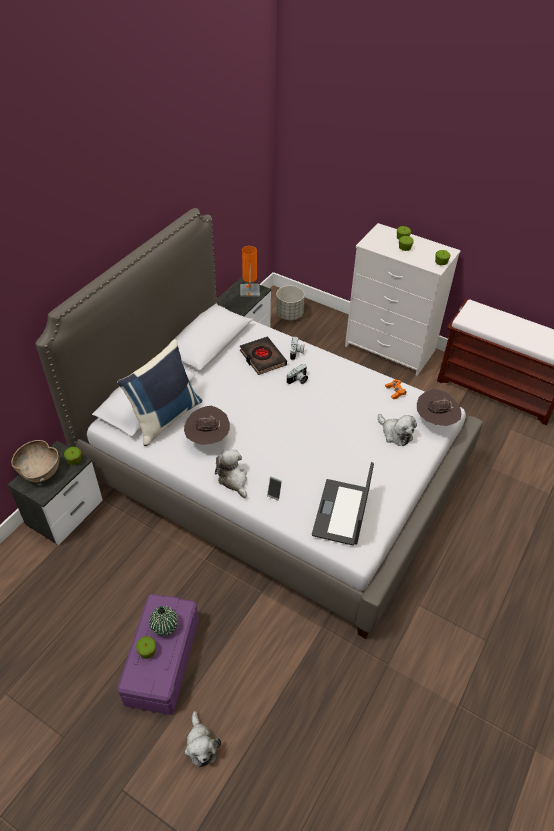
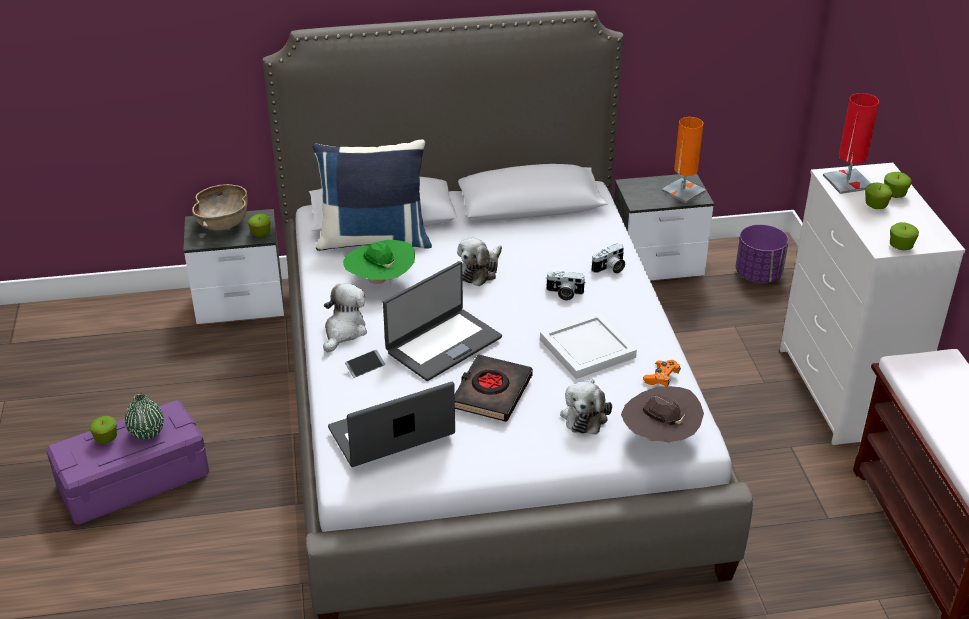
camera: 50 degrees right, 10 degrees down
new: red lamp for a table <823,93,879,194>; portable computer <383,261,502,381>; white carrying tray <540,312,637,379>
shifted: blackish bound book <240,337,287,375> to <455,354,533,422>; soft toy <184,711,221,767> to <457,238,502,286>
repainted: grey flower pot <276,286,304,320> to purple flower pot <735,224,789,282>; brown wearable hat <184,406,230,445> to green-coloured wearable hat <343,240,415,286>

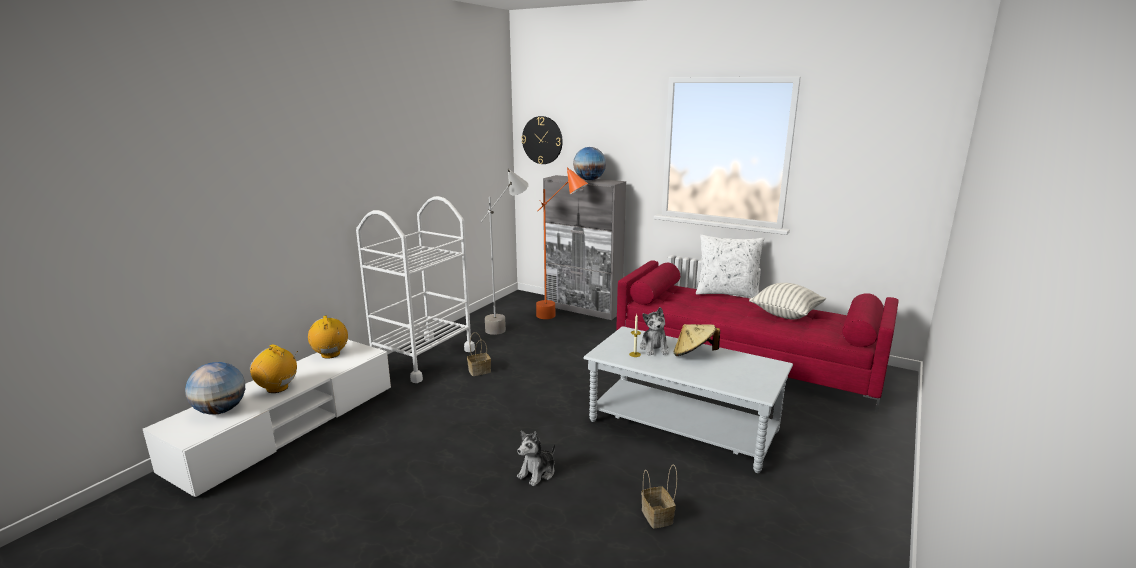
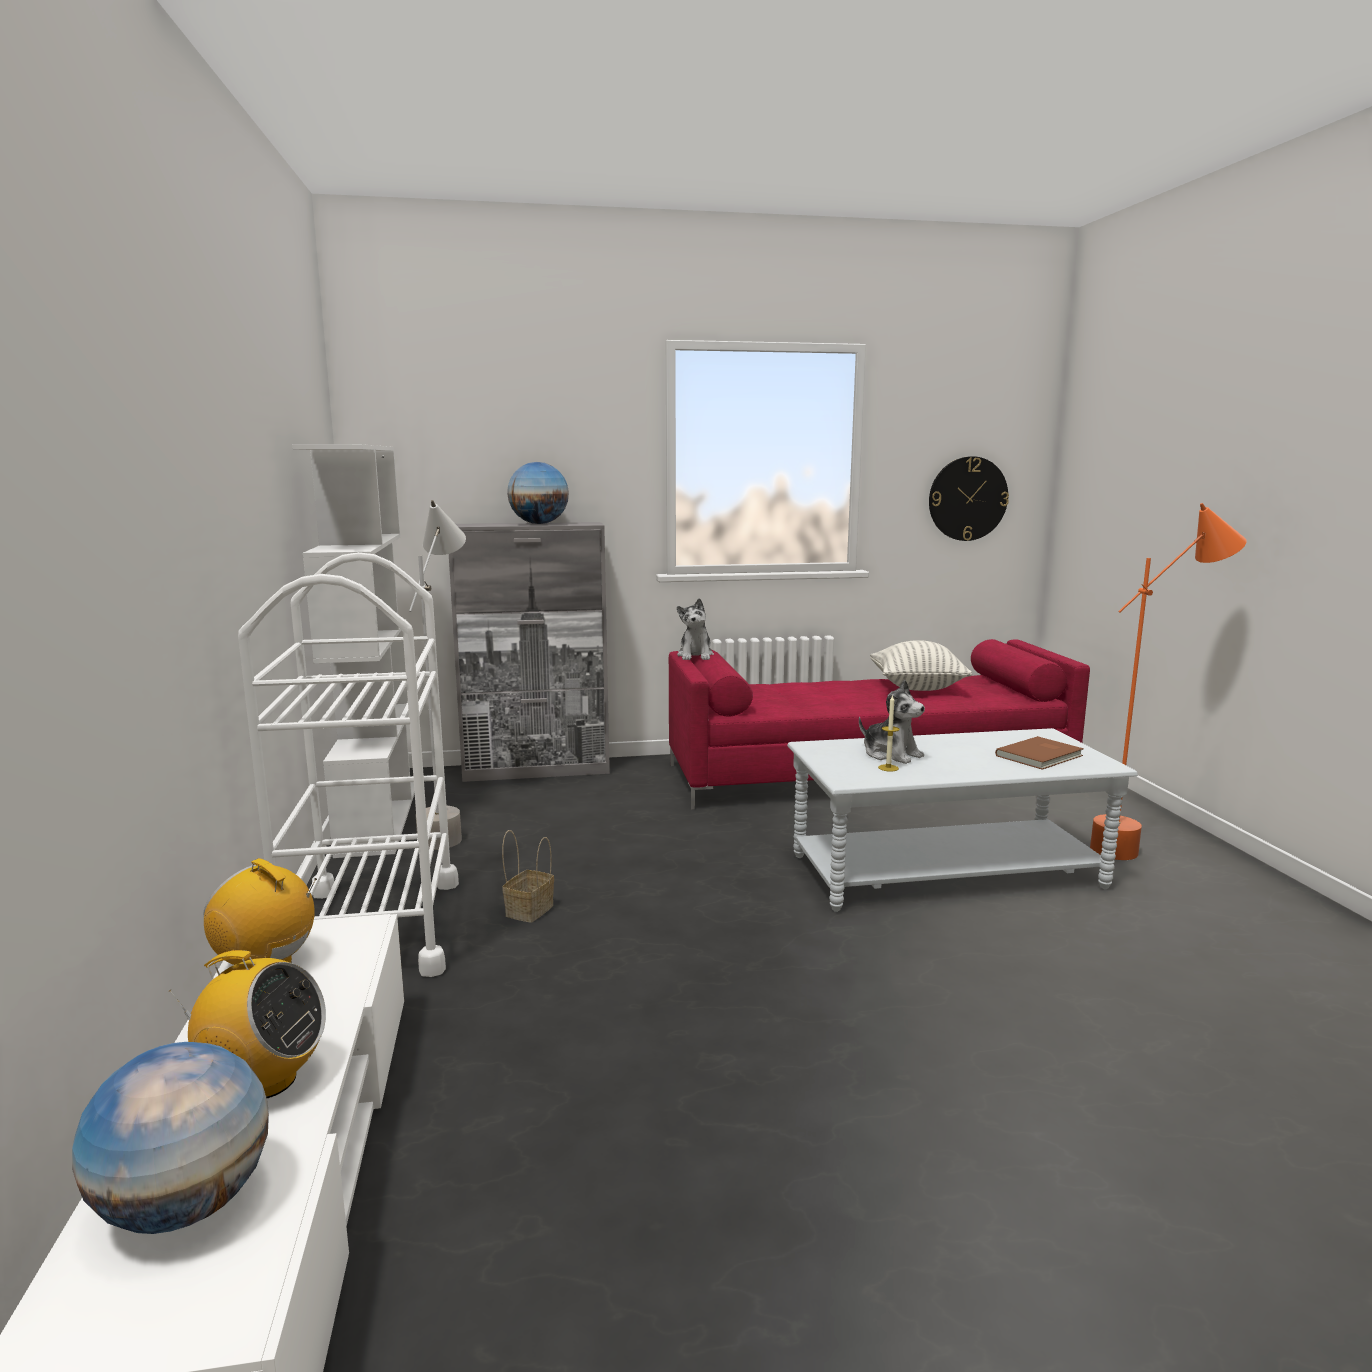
camera: 40 degrees left, 5 degrees down
gone: white throw pillow <696,235,764,298>; beige-coloured wearable hat <674,324,720,356>; household basket <641,464,677,529>
new: white shelving unit <292,444,415,858>; brown bound book <995,736,1084,770>
shifted: hanging clock <521,116,563,164> to <929,456,1009,541>; orange-coloured standing lamp <536,167,588,319> to <1090,503,1247,860>; soft toy <517,431,555,486> to <677,598,714,660>
rotated: radio <250,344,298,393> = <168,950,326,1098> 150 degrees counterclockwise

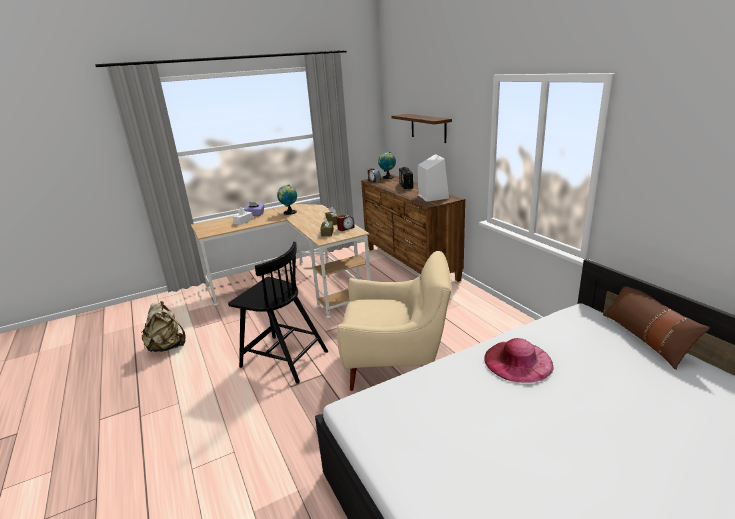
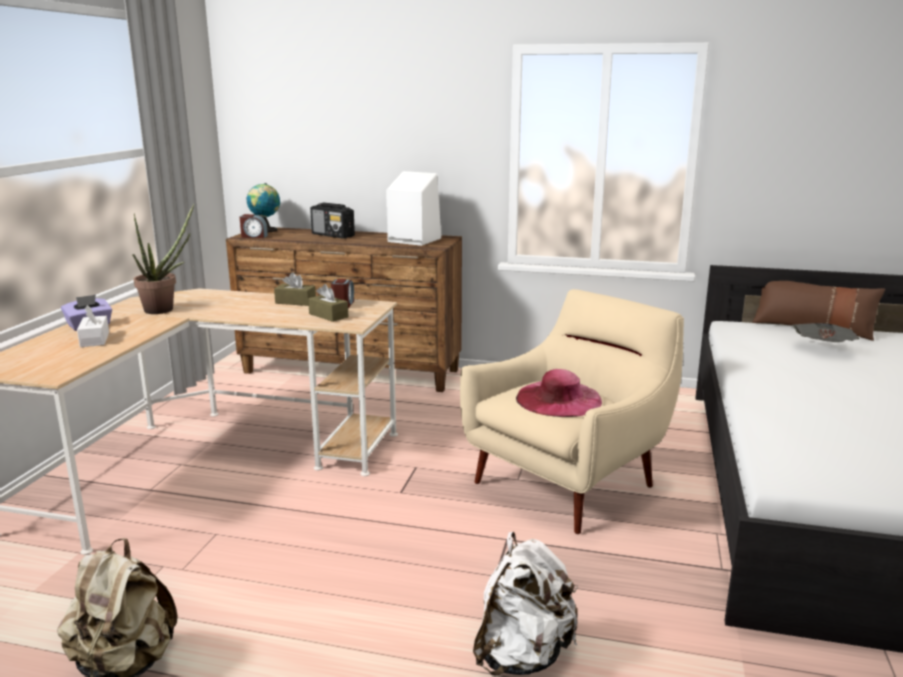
camera: 50 degrees left, 5 degrees down
gone: wall shelf <392,114,452,143>; blackish upright chair <228,242,328,384>
new: printed paper <792,323,859,342>; white backpack <473,532,578,676>
shifted: pink-coloured wearable hat <484,338,554,383> to <516,369,602,417>
swapped: desk globe <277,184,297,215> to houseplant <132,204,194,314>

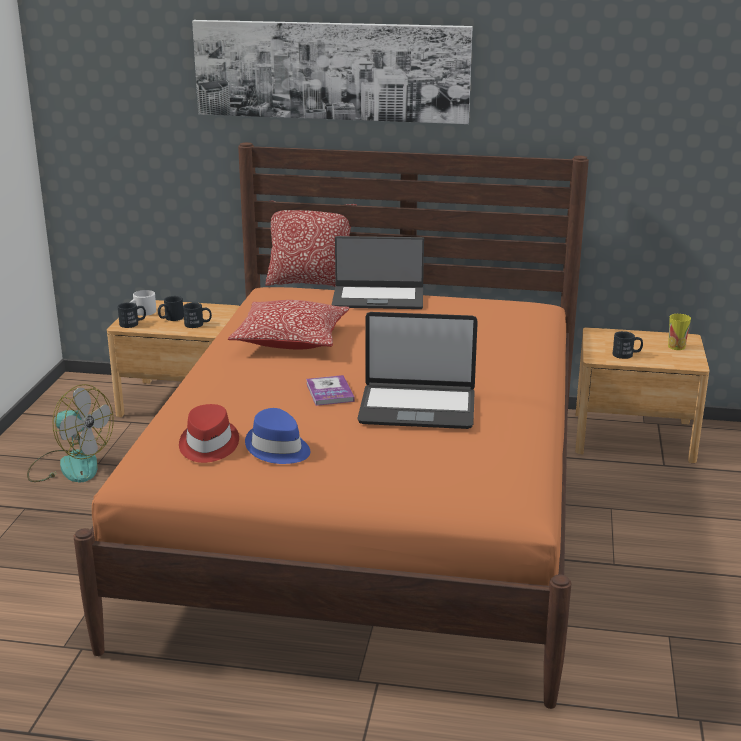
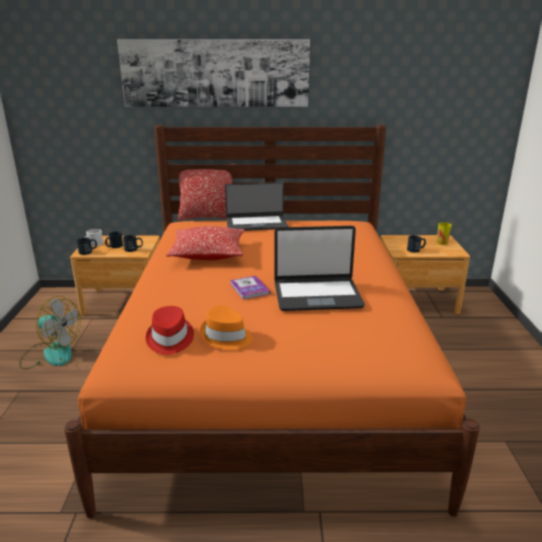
camera: 10 degrees left, 0 degrees up
repainted: blue-coloured wearable hat <245,408,310,464> to orange-coloured wearable hat <200,305,253,350>

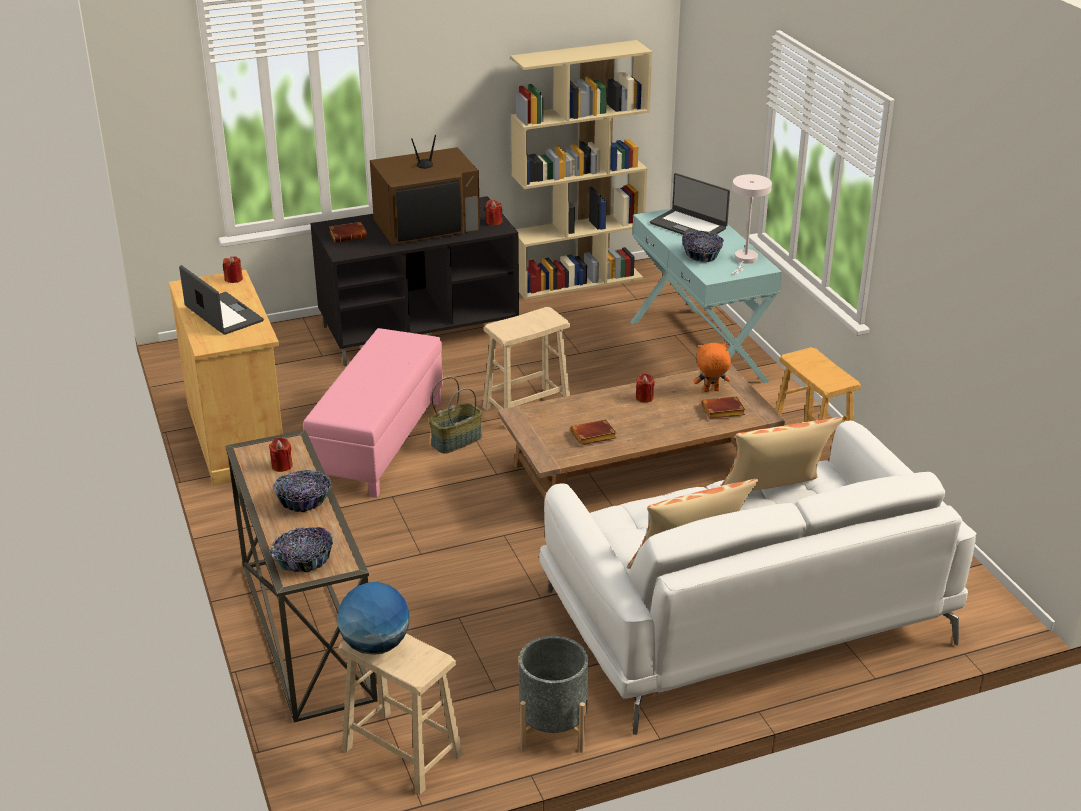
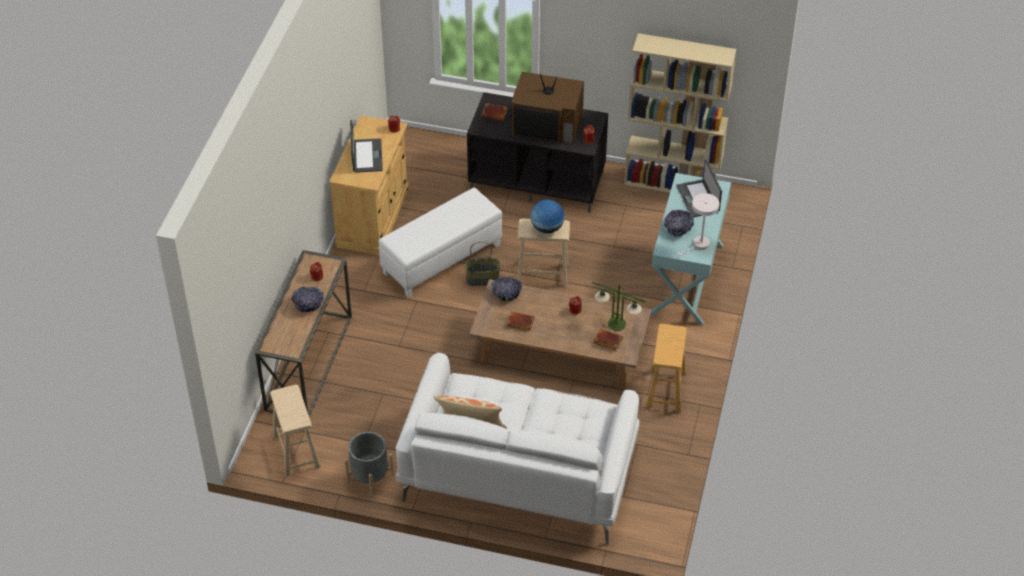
camera: 35 degrees right, 15 degrees up
gone: throw pillow <721,417,842,491>
shifted: deep dish <269,527,333,573> to <490,277,522,301>; desk globe <337,582,409,655> to <531,200,565,233>
swapped: orange-coloured soft toy <694,343,731,392> to lamp for a table <592,281,645,331>
repainted: pink-coloured pouffe <303,328,443,498> to white pouffe <378,187,502,298>

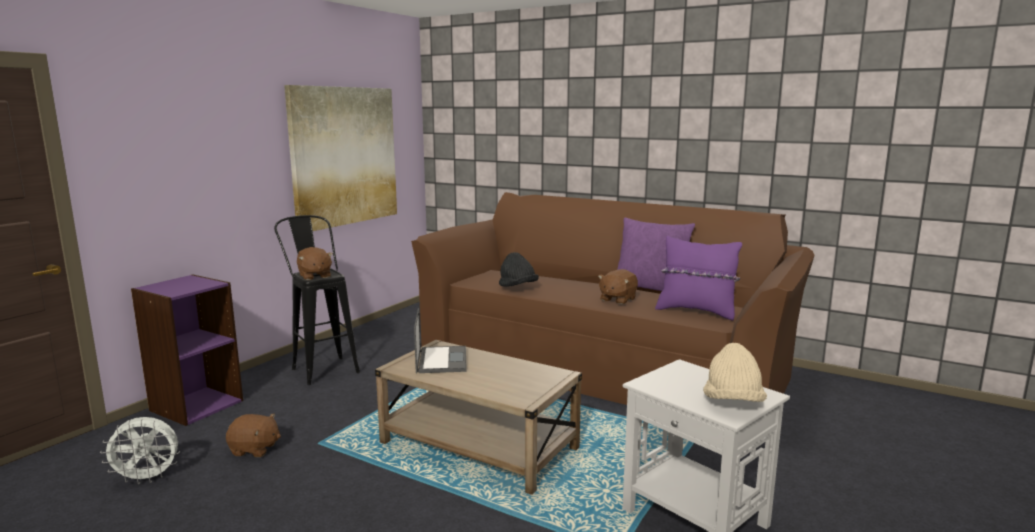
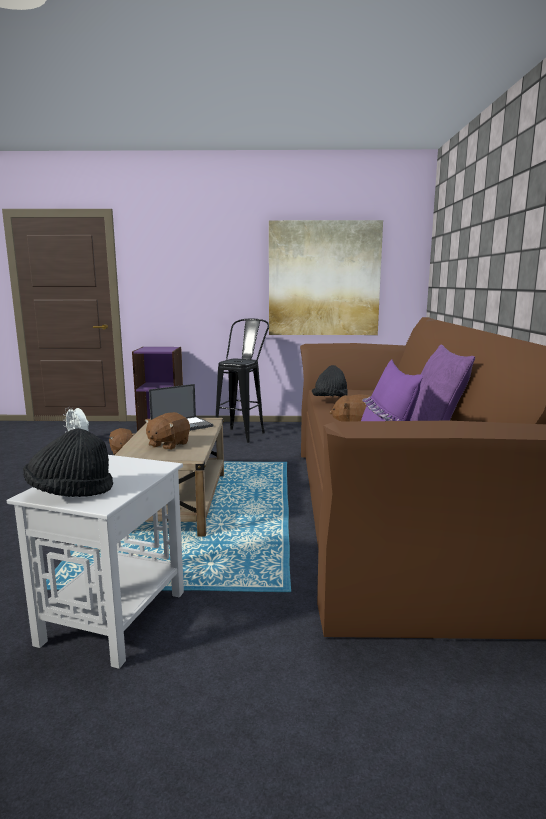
camera: 60 degrees right, 0 degrees up
shifted: brown soft toy <297,247,333,280> to <145,412,190,450>
repainted: beige-coloured wearable hat <703,343,767,402> to blackish wearable hat <23,429,113,497>

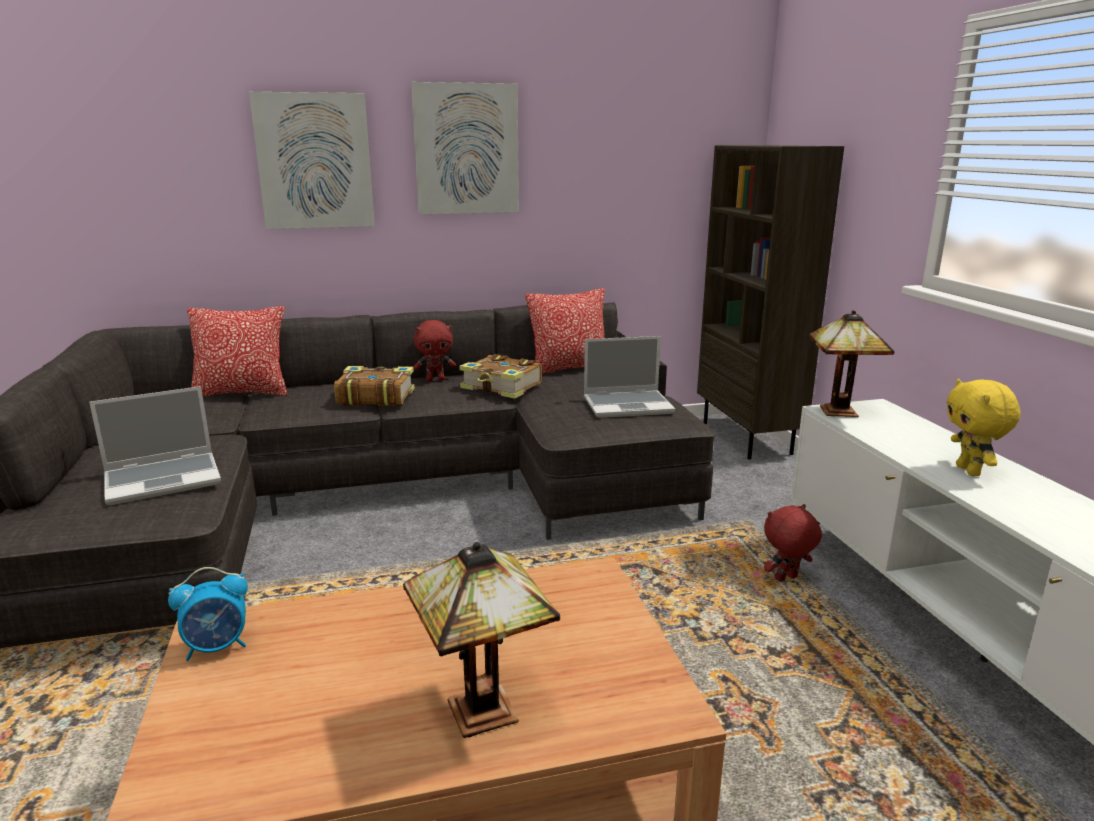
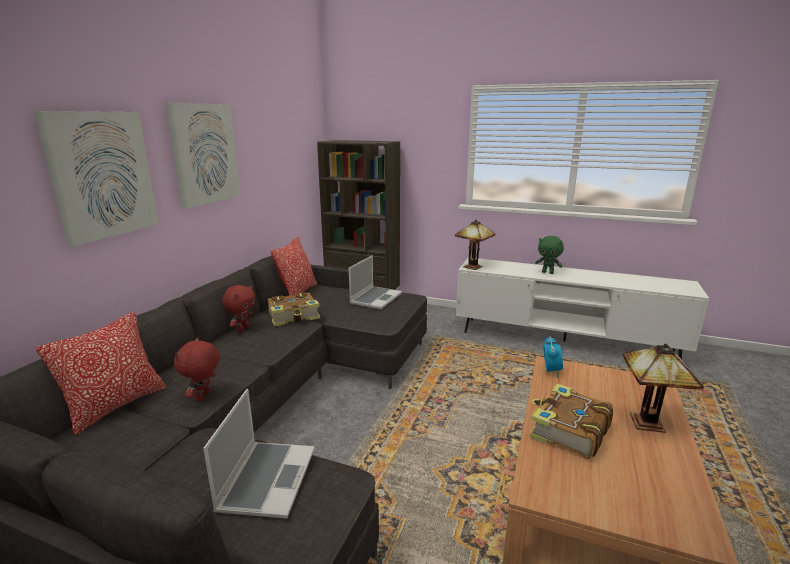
camera: 55 degrees left, 0 degrees up
shifted: bound book <334,366,415,407> to <530,384,613,459>; red soft toy <764,504,822,582> to <174,337,220,402>; table clock <168,567,248,661> to <543,336,563,377>
repainted: yellow soft toy <947,379,1021,476> to green-coloured soft toy <535,236,564,274>

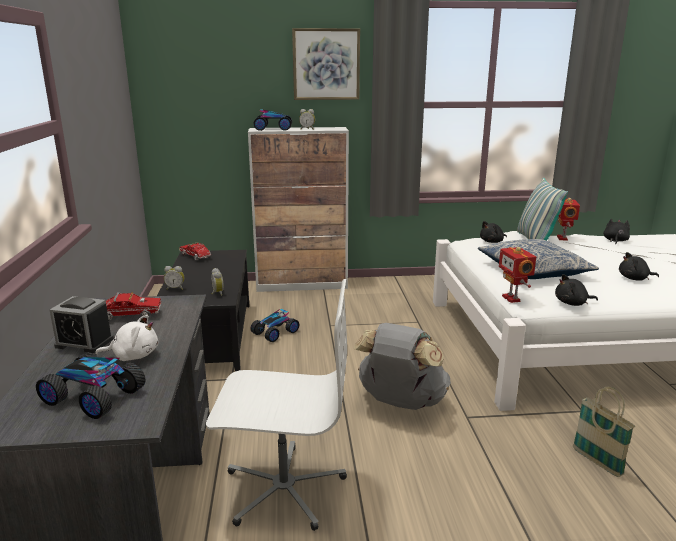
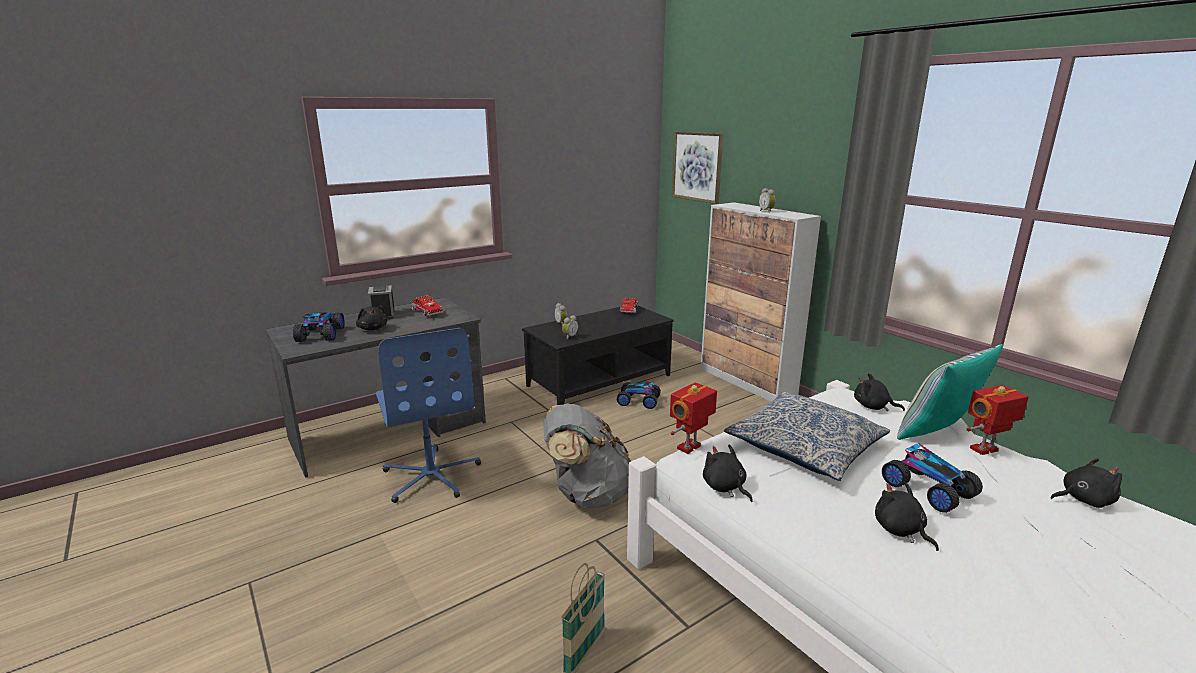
camera: 60 degrees right, 0 degrees up
shifted: wall picture <292,28,360,100> to <672,132,723,204>; model car <253,109,292,131> to <882,444,983,513>
repainted: white office chair <206,279,347,531> to blue-coloured office chair <376,328,481,503>; white soft toy <95,315,158,361> to blackish soft toy <356,306,387,330>

